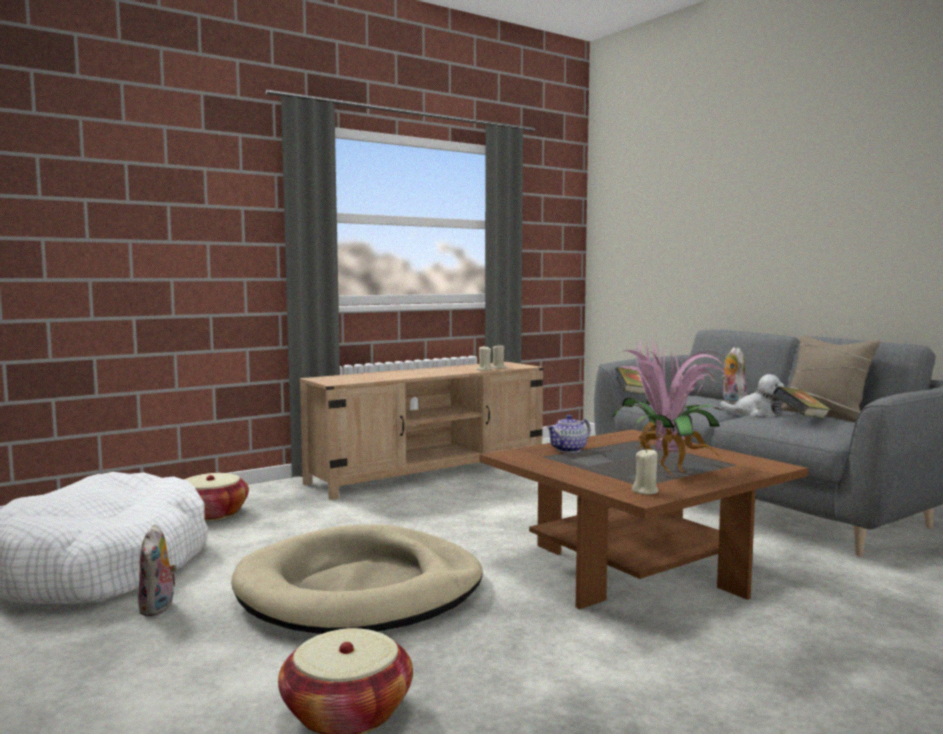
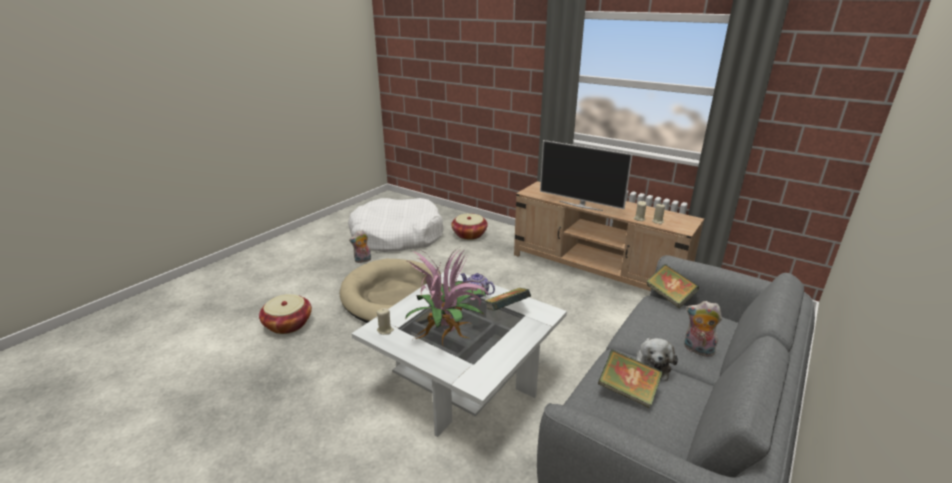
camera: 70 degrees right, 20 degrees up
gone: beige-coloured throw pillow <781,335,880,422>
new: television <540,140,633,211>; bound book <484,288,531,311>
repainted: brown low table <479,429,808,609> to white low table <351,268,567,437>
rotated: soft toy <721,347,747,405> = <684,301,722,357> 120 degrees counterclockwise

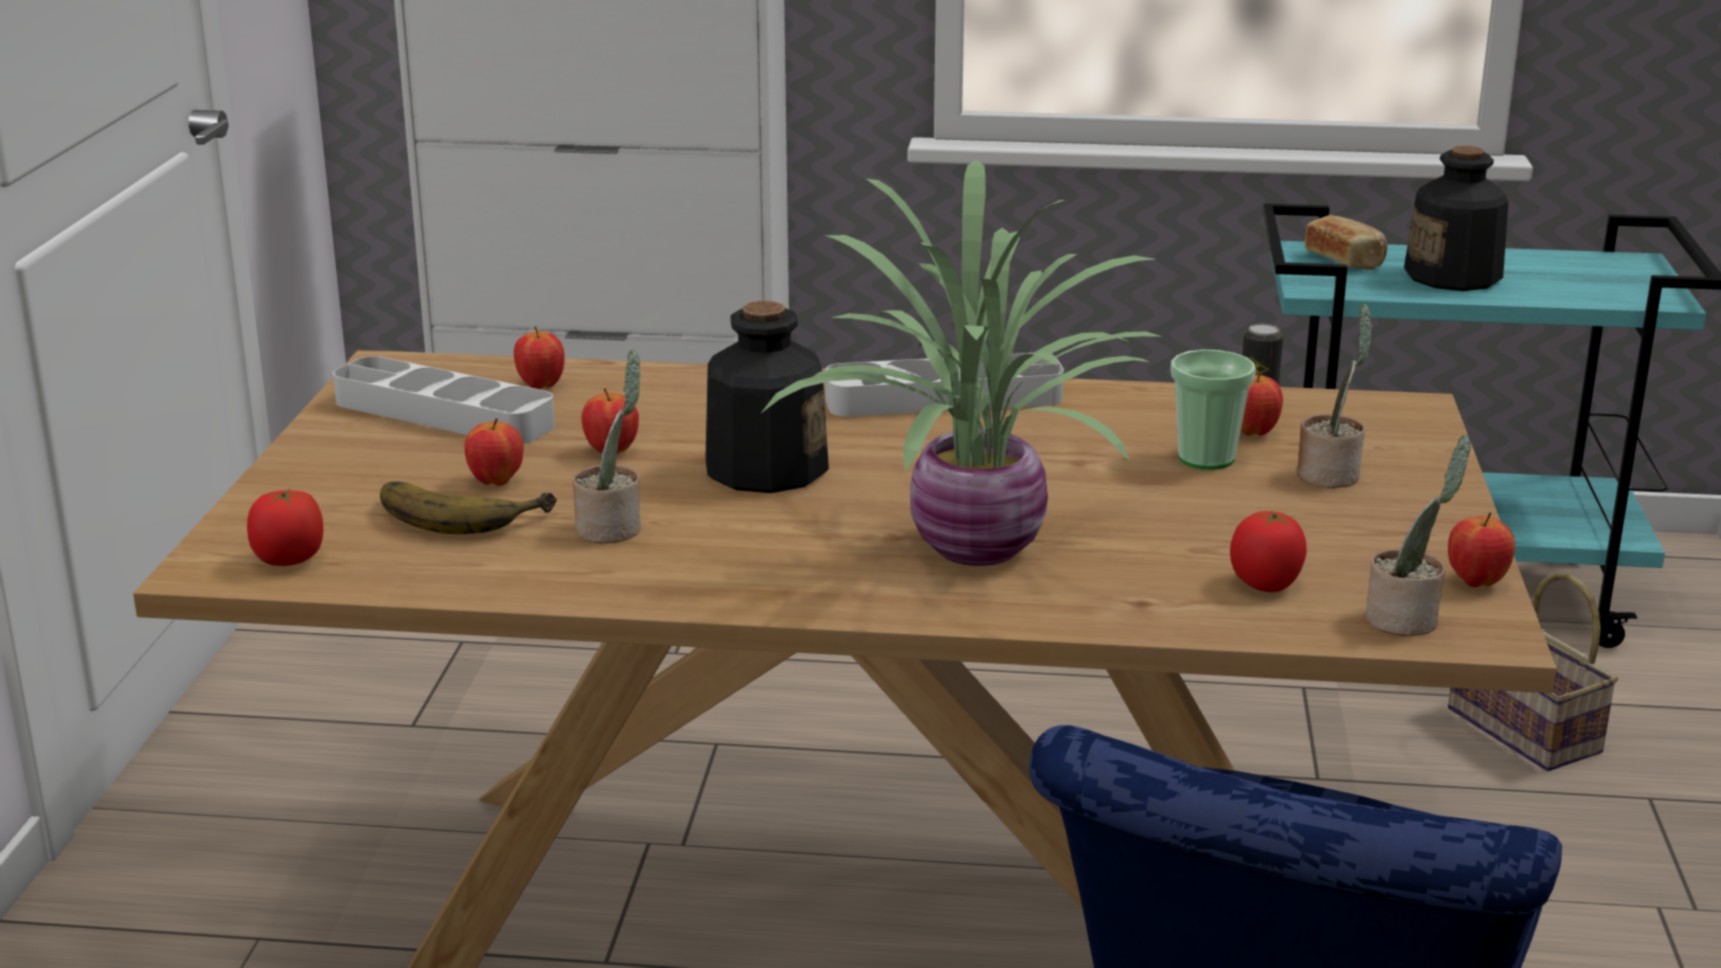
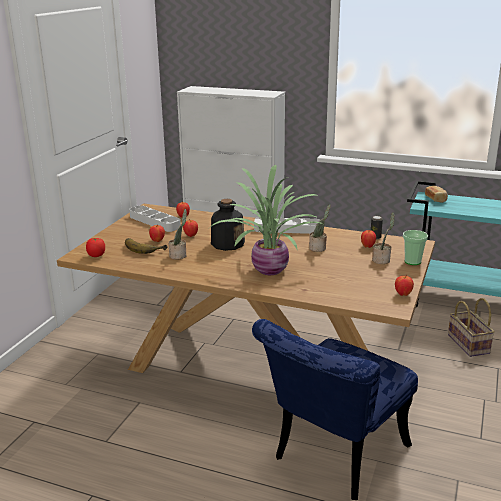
camera: 15 degrees right, 0 degrees up
gone: drink bottle <1404,145,1509,291>; fresh tomato <1230,511,1307,592>
shifted: drinking cup <1171,350,1256,470> to <403,230,428,265>; houseplant <1366,435,1471,636> to <309,204,331,252>

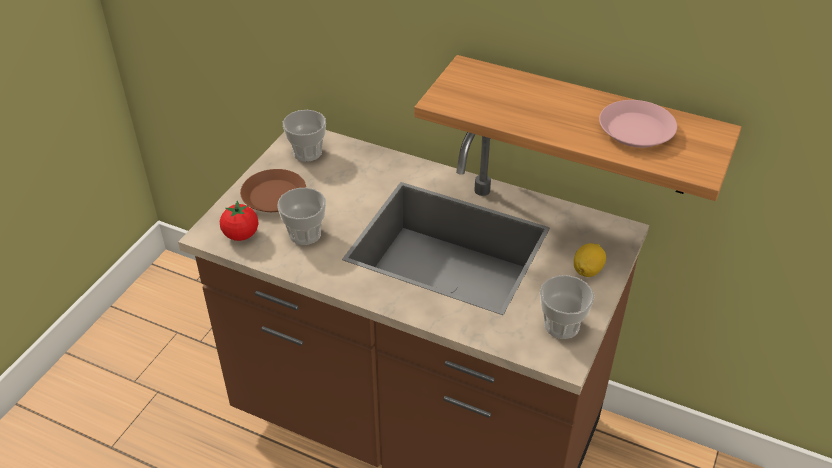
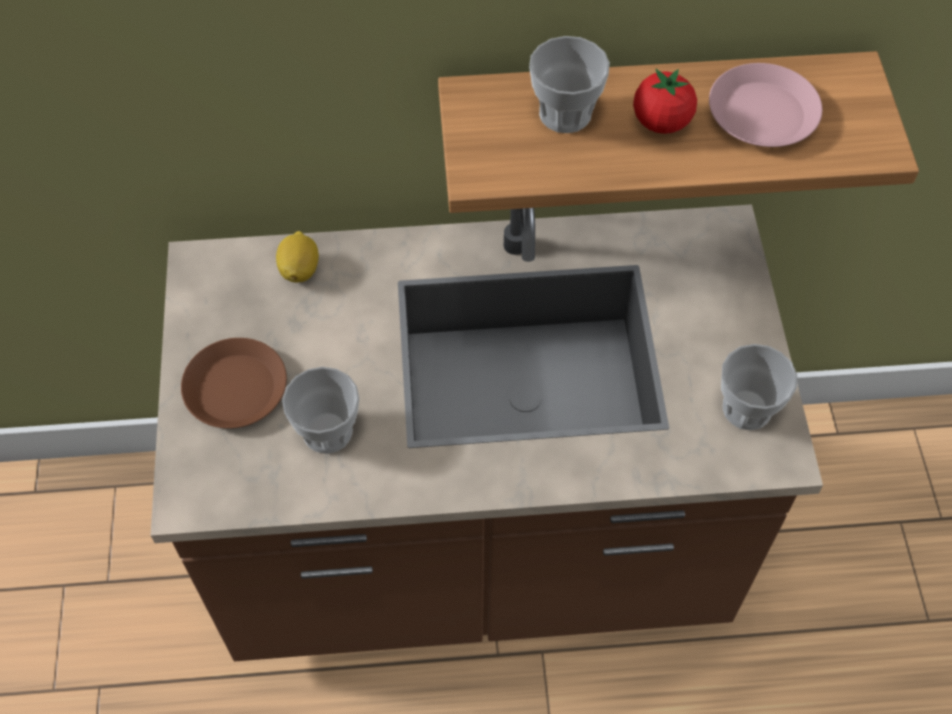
camera: 30 degrees left, 15 degrees up
shifted: drinking cup <283,110,326,162> to <529,36,610,133>; fresh tomato <220,201,259,241> to <633,69,697,134>; citrus fruit <574,243,606,277> to <276,231,319,283>

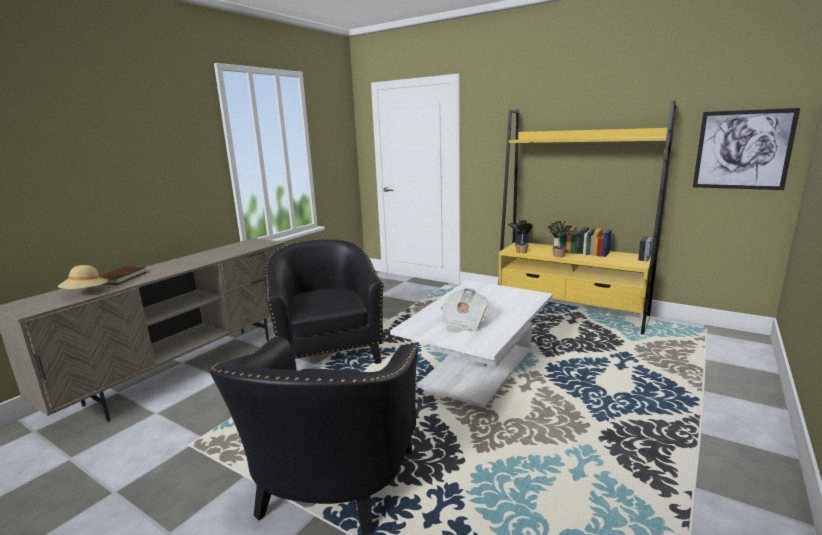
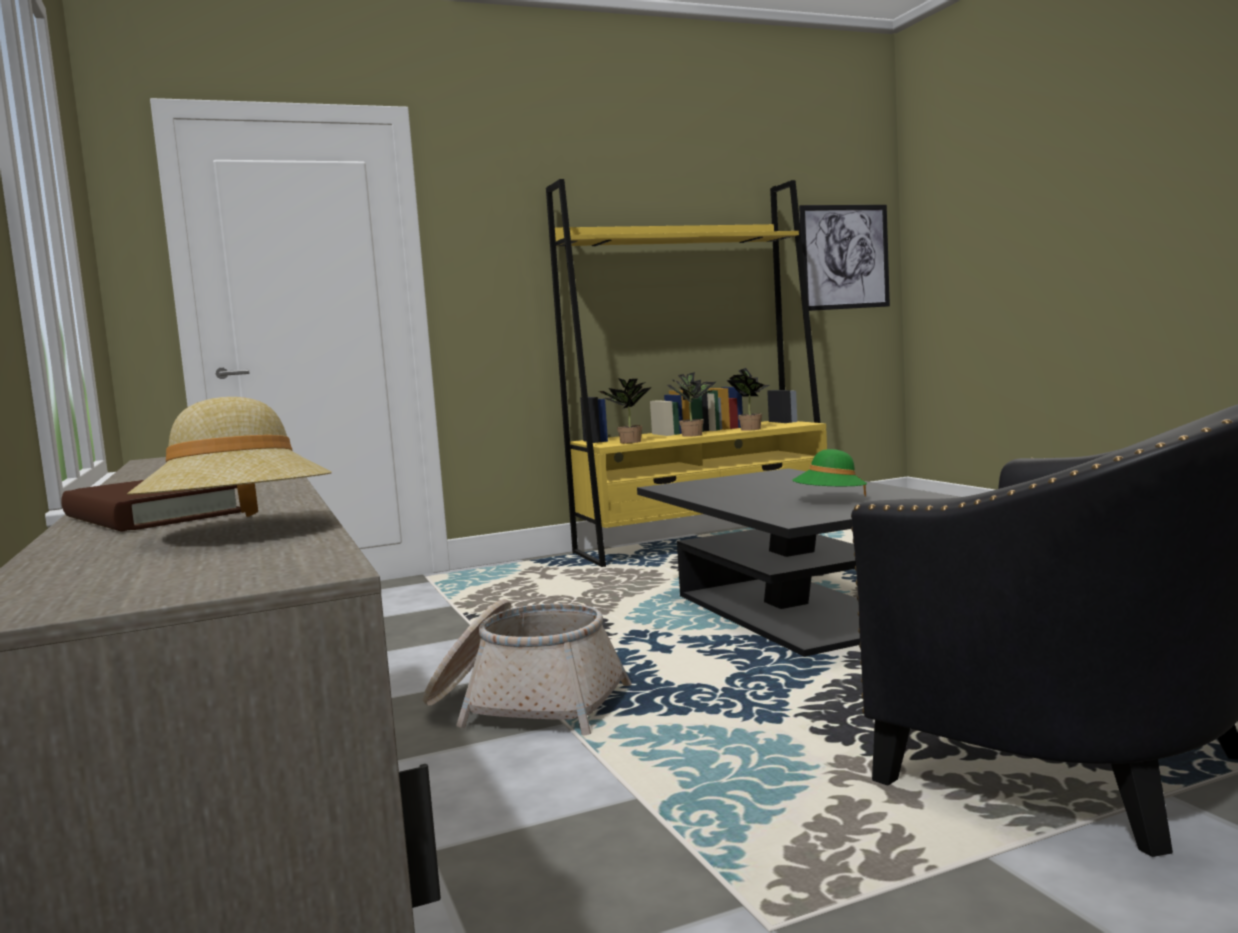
camera: 55 degrees left, 10 degrees down
new: houseplant <727,368,769,431>
swapped: blackish lounge chair <265,239,384,364> to household basket <423,599,632,736>; printed paper <441,288,490,333> to green-coloured wearable hat <793,449,867,497>
repainted: white low table <390,280,553,408> to blackish low table <637,468,959,657>

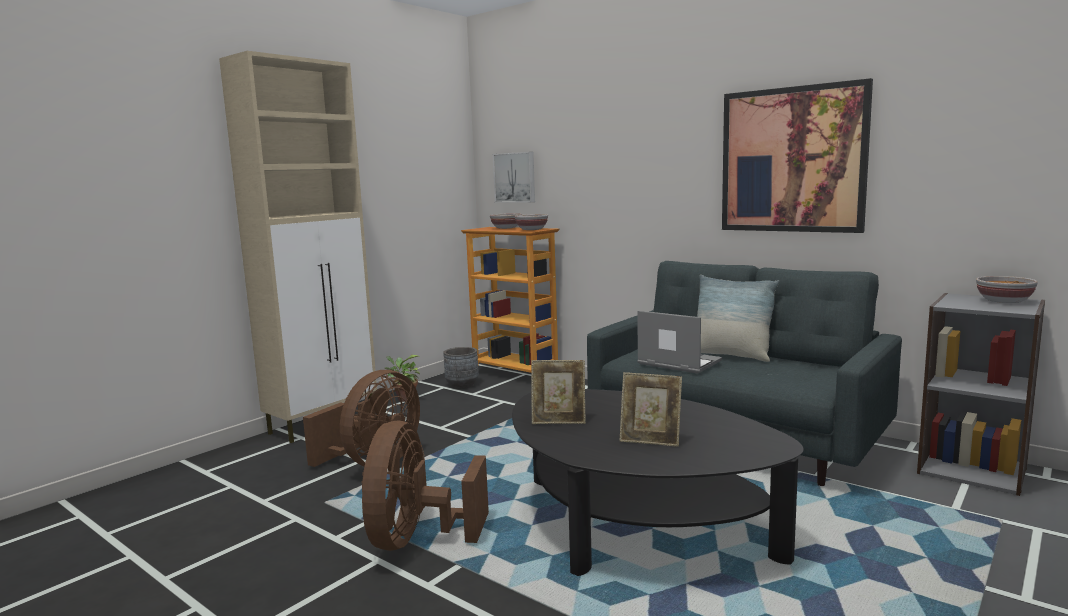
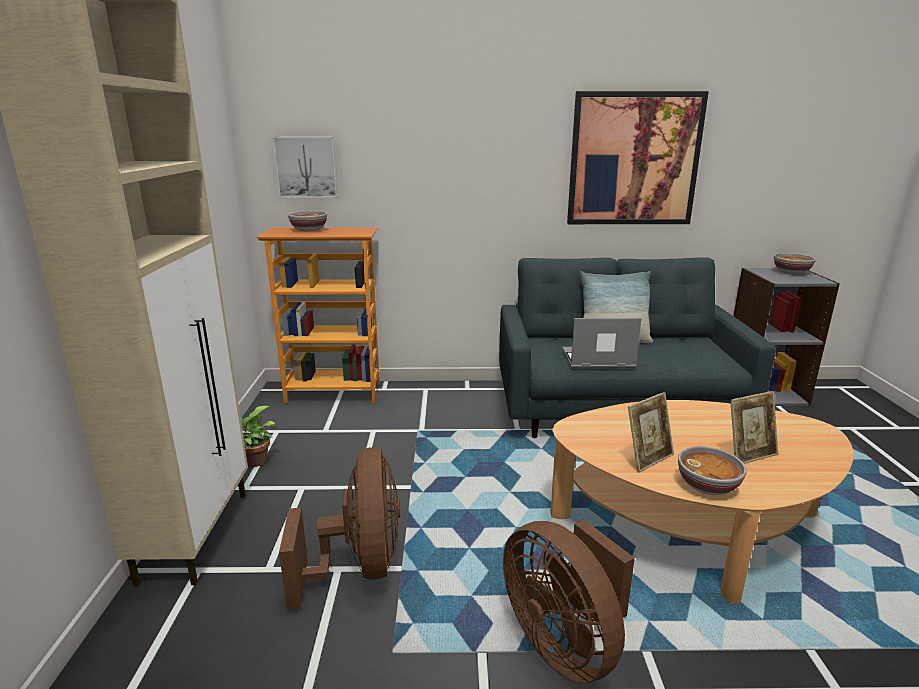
camera: 40 degrees left, 10 degrees up
gone: grey flower pot <443,347,479,389>
shifted: deep dish <515,214,548,230> to <678,446,747,495>
repainted: blackish low table <512,389,804,576> to beige-coloured low table <550,400,854,604>

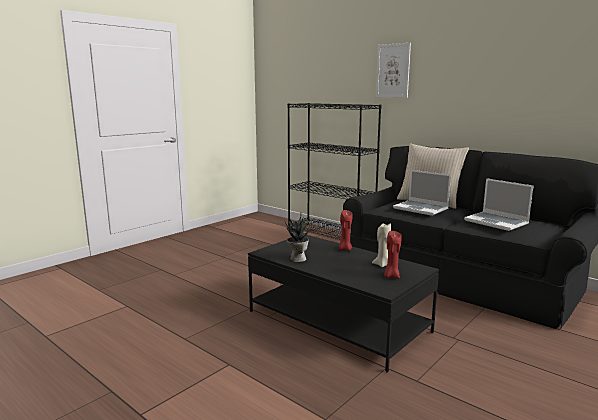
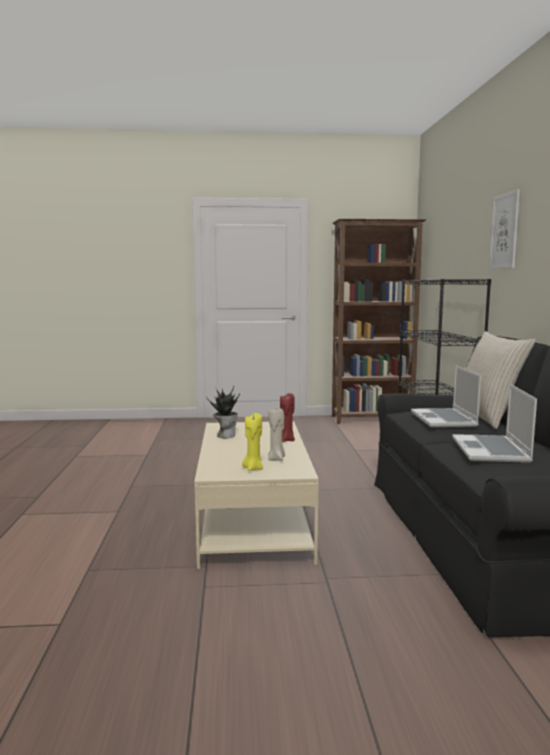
camera: 45 degrees right, 5 degrees down
new: brown shelving unit <332,219,426,424>
repainted: red candle <384,231,402,279> to yellow candle <242,413,263,471>; blackish low table <248,235,439,373> to beige-coloured low table <194,421,319,569>

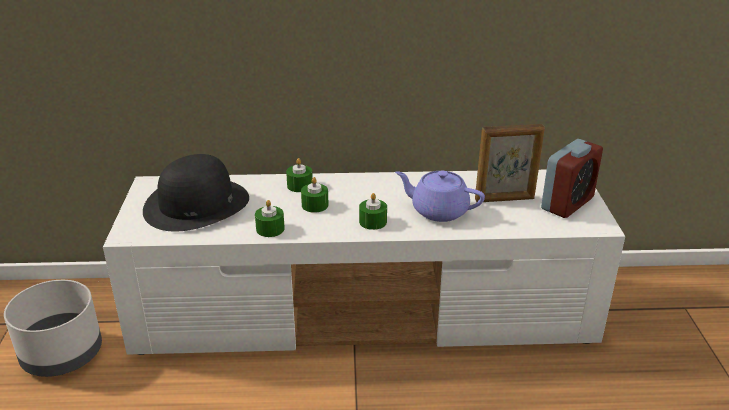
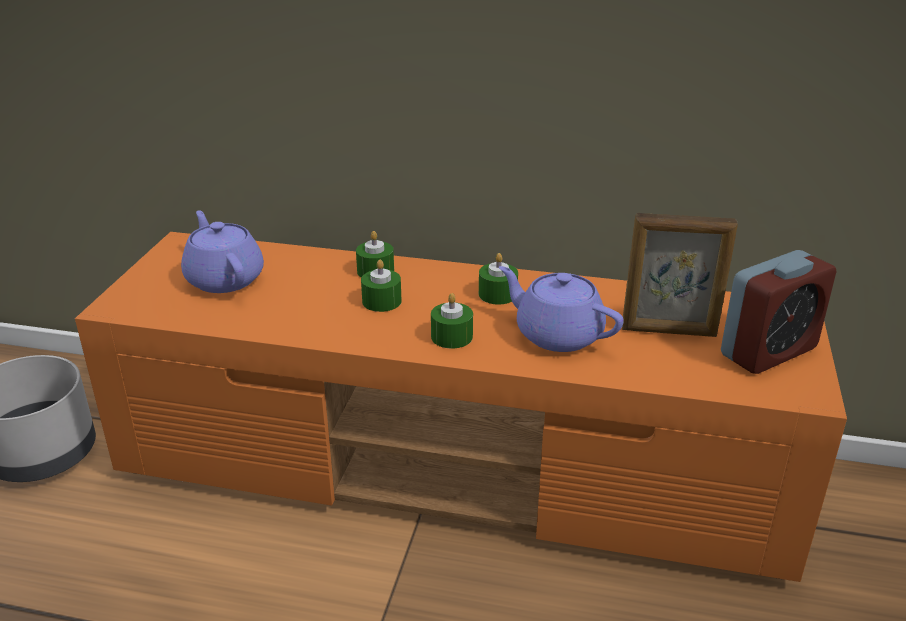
camera: 15 degrees right, 0 degrees up
shifted: green-coloured candle <255,200,285,237> to <479,253,518,304>
swapped: blackish wearable hat <143,154,249,232> to purple teapot <181,210,264,293>
repainted: white tv unit <103,170,625,355> to orange-coloured tv unit <75,232,847,582>

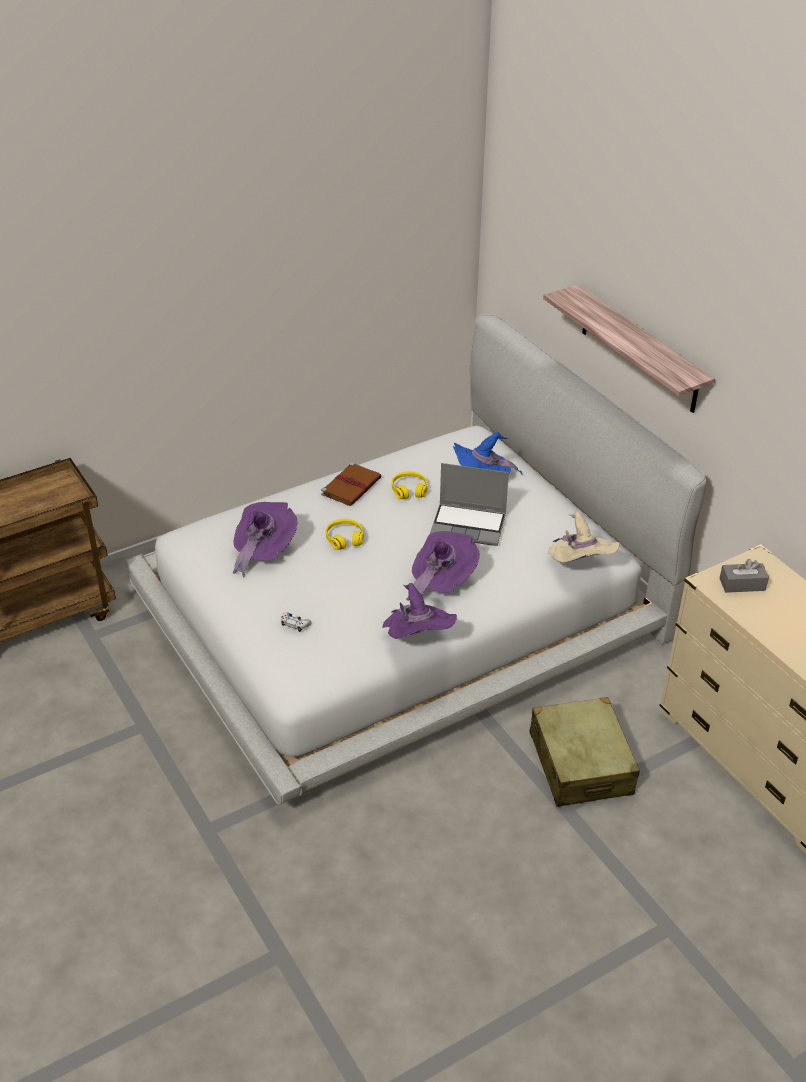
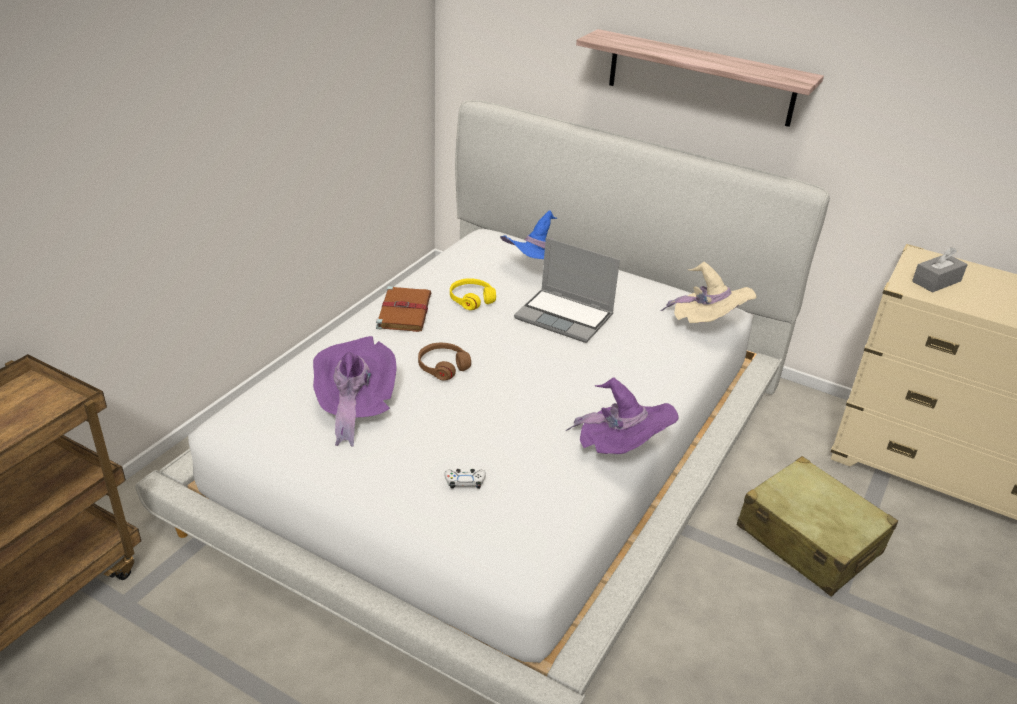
camera: 30 degrees left, 5 degrees down
gone: purple wearable hat <406,531,480,601>
repainted: yellow pair of headphones <326,519,364,550> to brown pair of headphones <418,343,471,381>
rotated: portable computer <430,463,509,546> = <514,238,620,343> 45 degrees clockwise

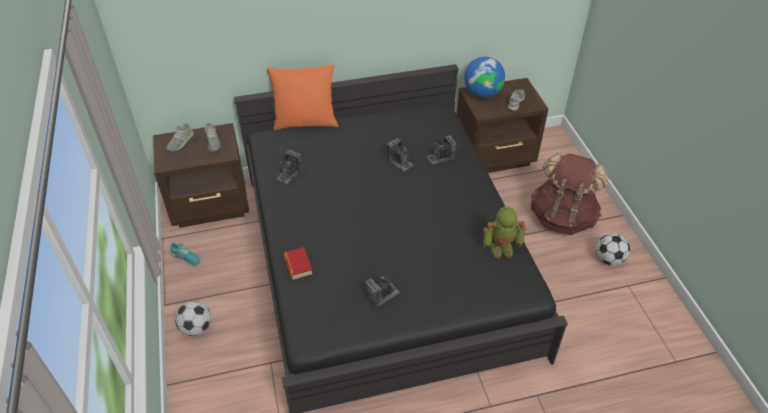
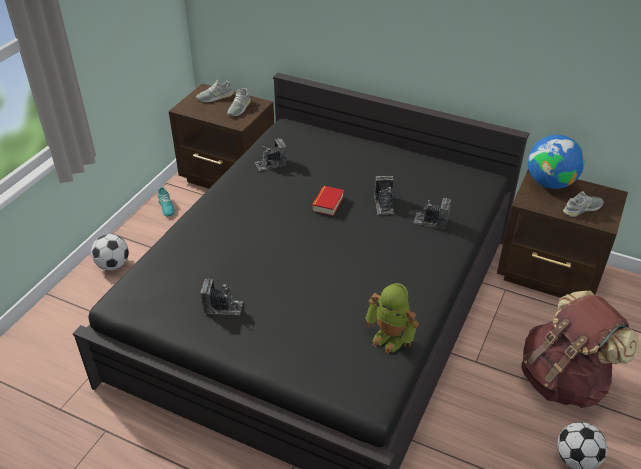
camera: 40 degrees right, 5 degrees down
gone: orange-coloured throw pillow <266,64,338,130>
shifted: bound book <283,247,313,280> to <312,186,344,216>

